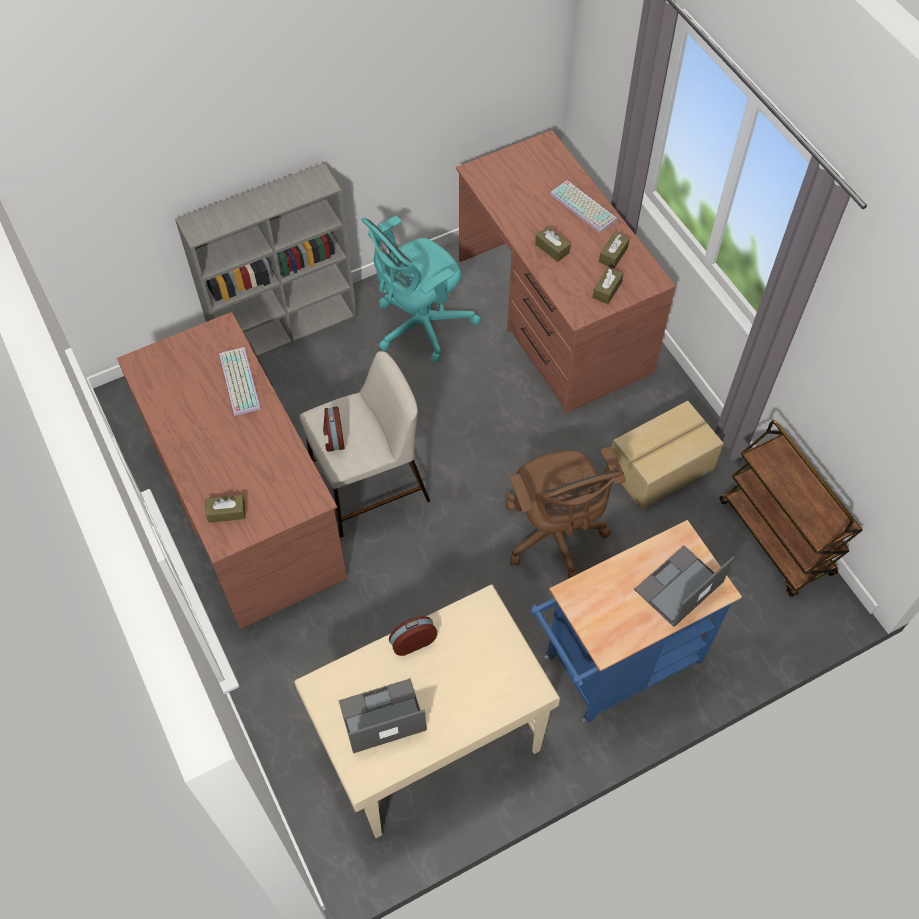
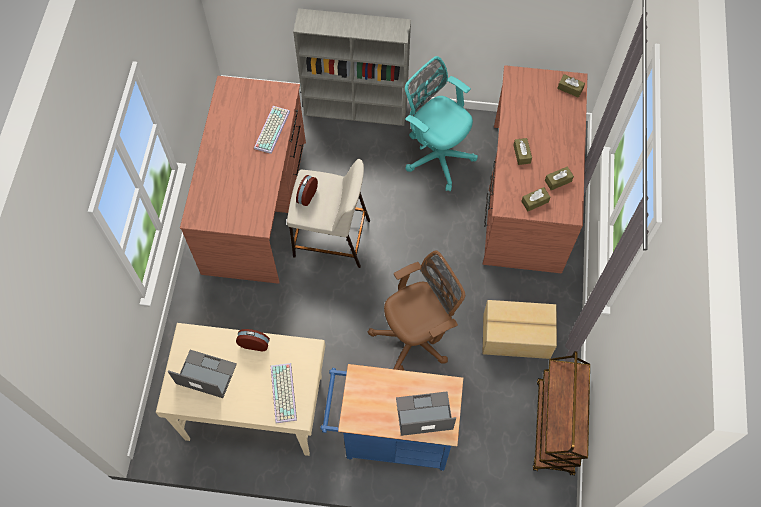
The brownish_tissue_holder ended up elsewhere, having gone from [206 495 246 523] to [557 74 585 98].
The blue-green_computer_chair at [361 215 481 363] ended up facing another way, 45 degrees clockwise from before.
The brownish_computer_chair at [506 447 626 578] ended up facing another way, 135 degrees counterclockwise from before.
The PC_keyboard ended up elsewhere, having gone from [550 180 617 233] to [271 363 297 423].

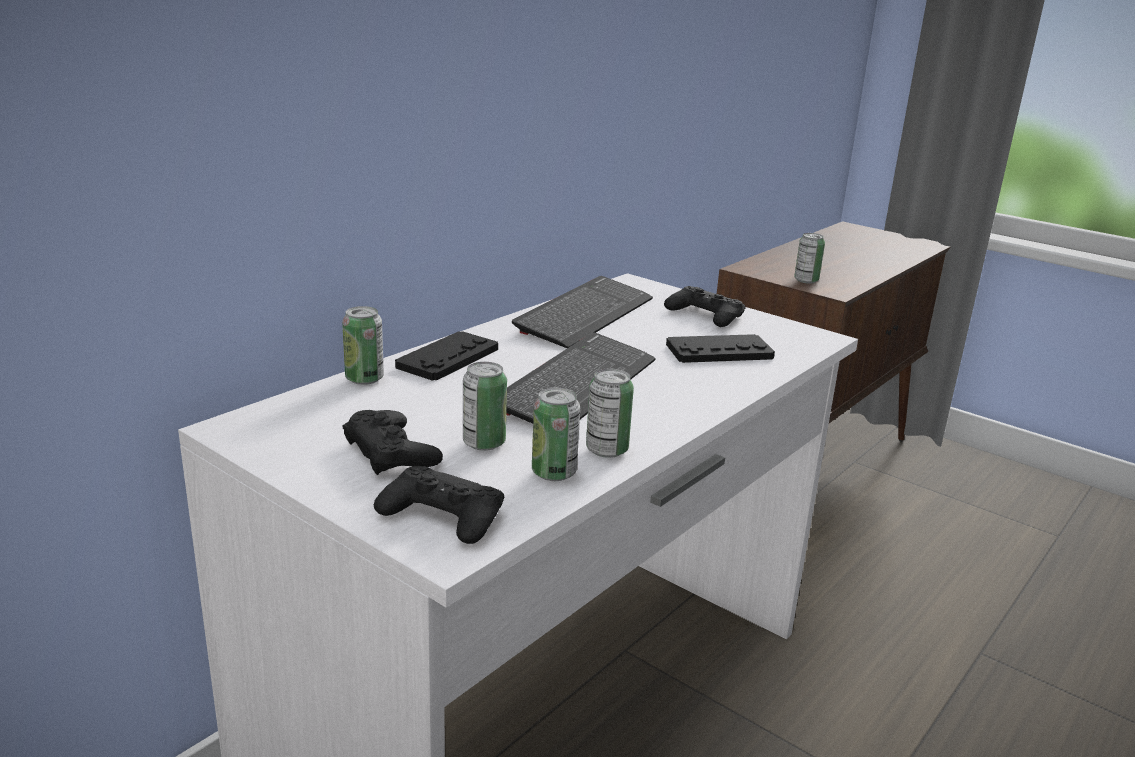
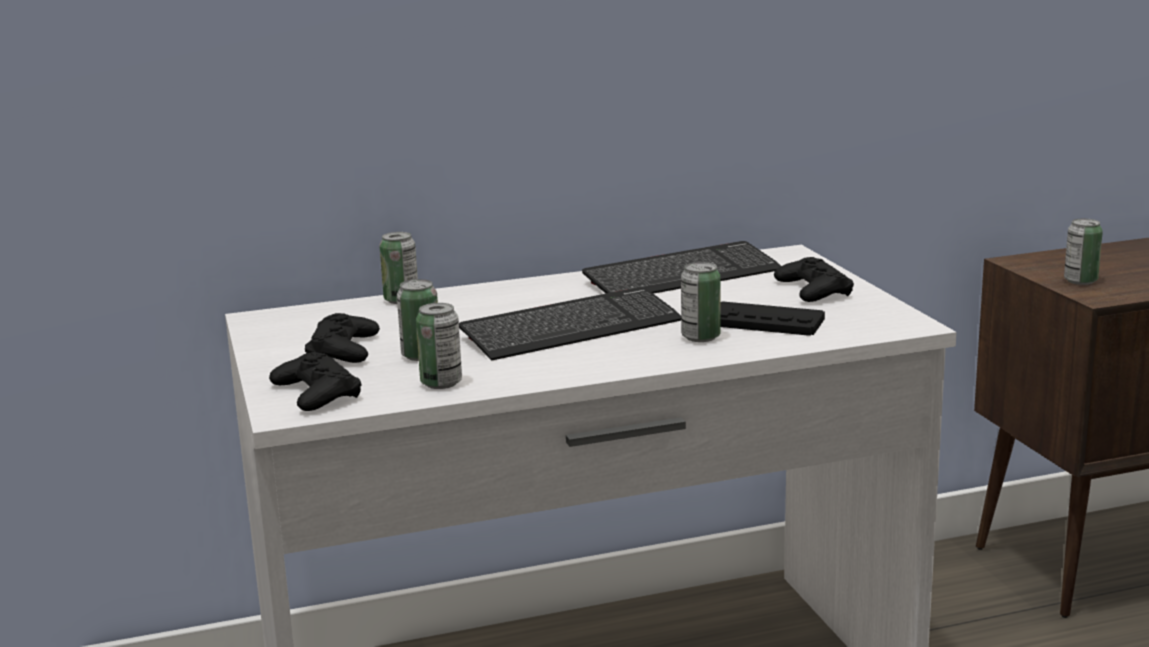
The second view lost the blackish_game_controller at [395 331 498 381].
The metal_can ended up elsewhere, having gone from [586 369 634 458] to [681 262 721 342].

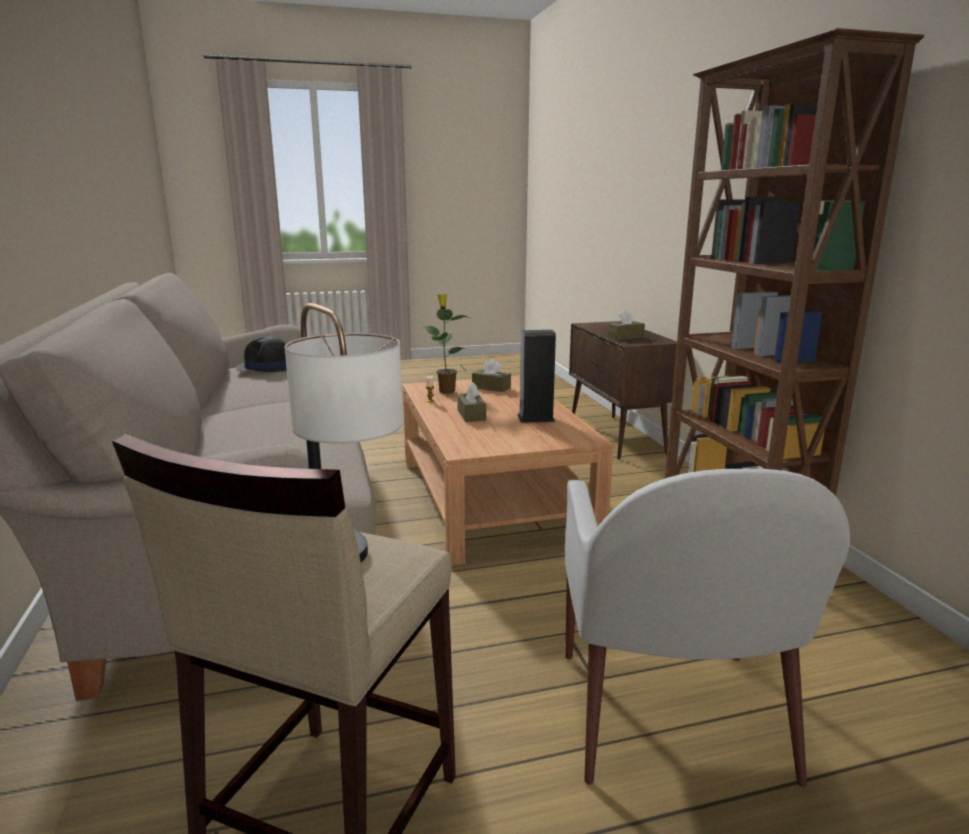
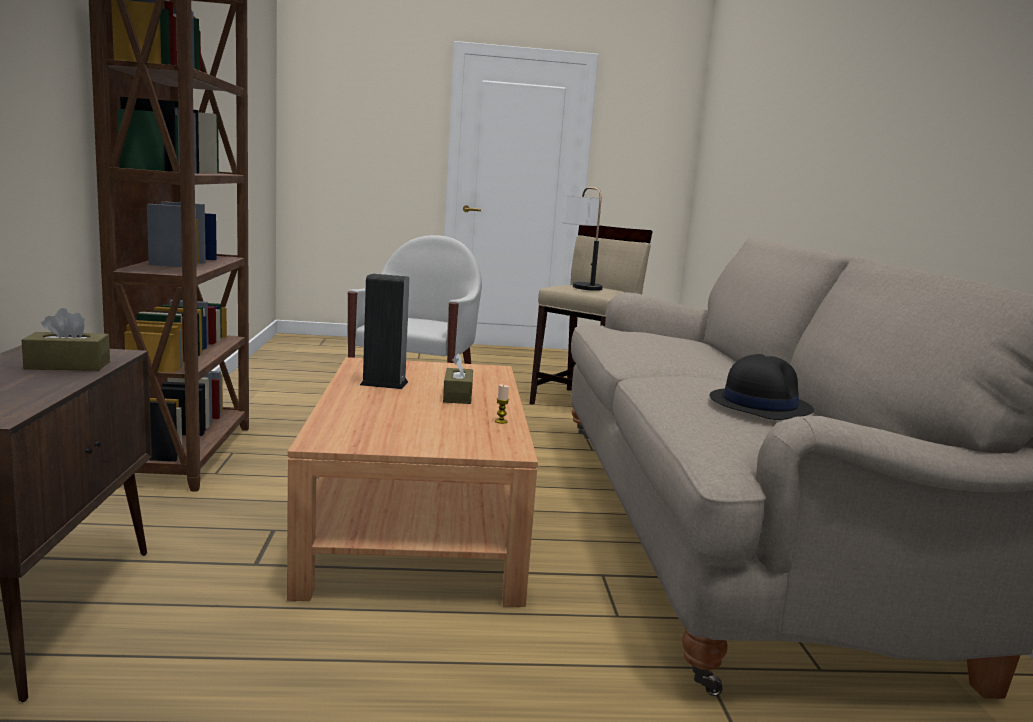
The second view lost the potted_plant at [422 294 469 394].
The second view lost the brownish_tissue_holder at [472 358 511 392].

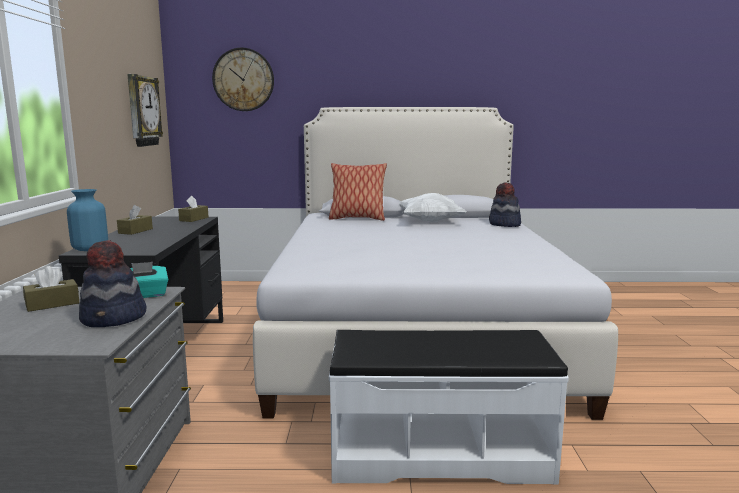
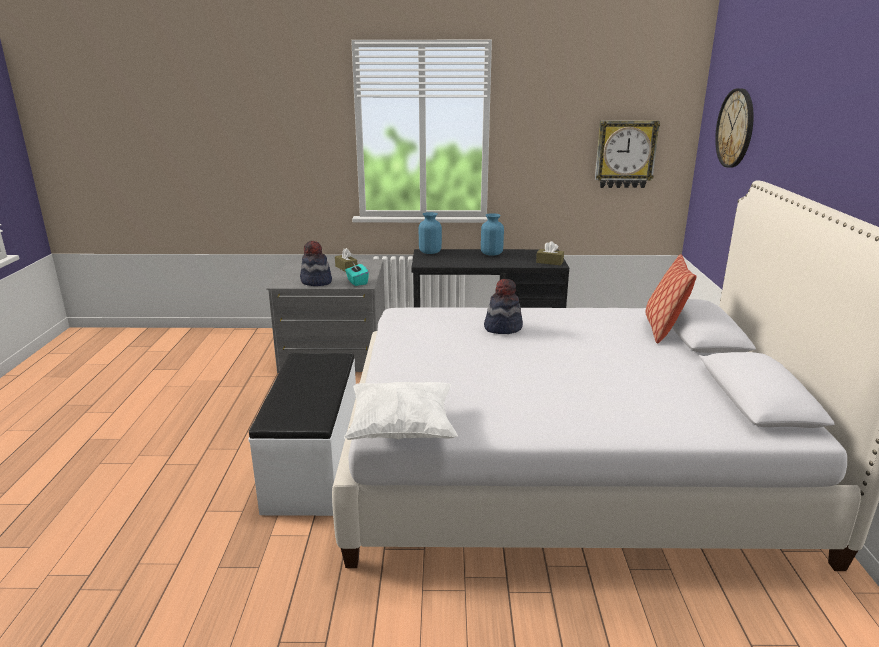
Where the brownish_tissue_holder stood at [117 205 153 235], the blue-coloured_decorative_vase came to stand at [481 213 504 256].
The whitish_throw_pillow ended up elsewhere, having gone from [398 193 467 222] to [344 382 458 440].
The hat ended up elsewhere, having gone from [489 183 521 227] to [484 279 523 334].

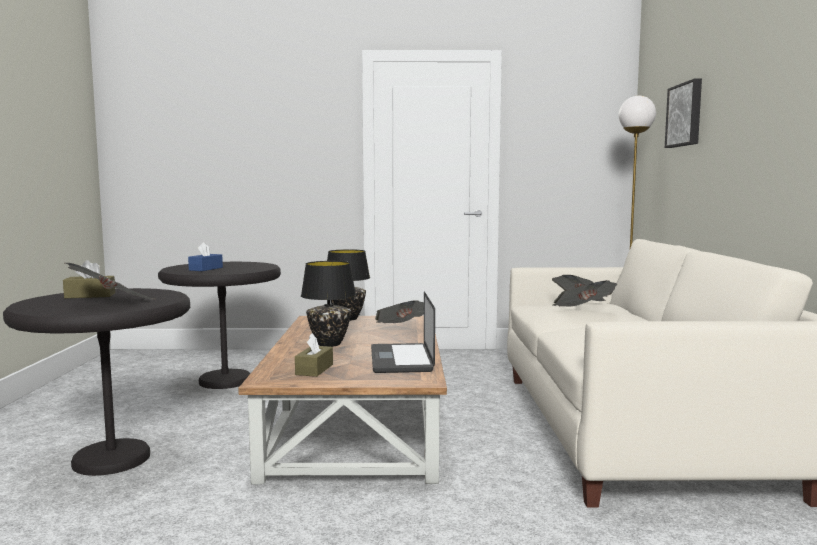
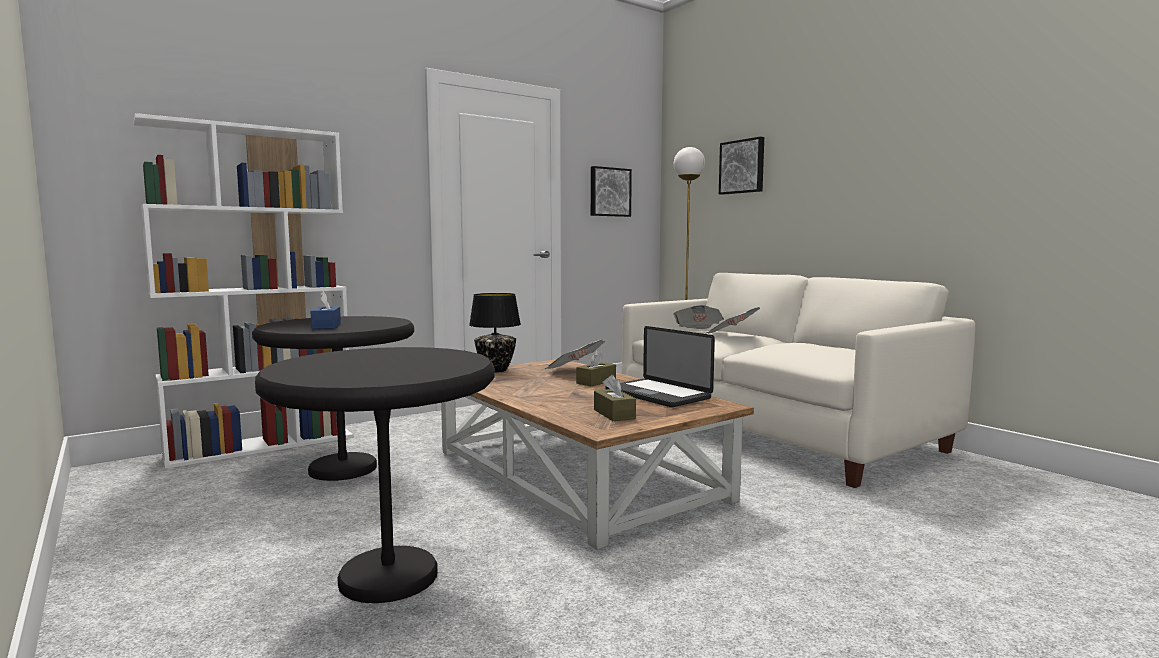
The brownish_tissue_holder ended up elsewhere, having gone from [63 260 115 298] to [576 350 616 386].
The second view lost the newspaper at [65 263 155 300].
The second view lost the blackish_table_lamp at [301 261 356 347].
The second view gained the whitish_bookshelf at [134 113 353 469].
The second view gained the wall_art at [591 166 632 217].

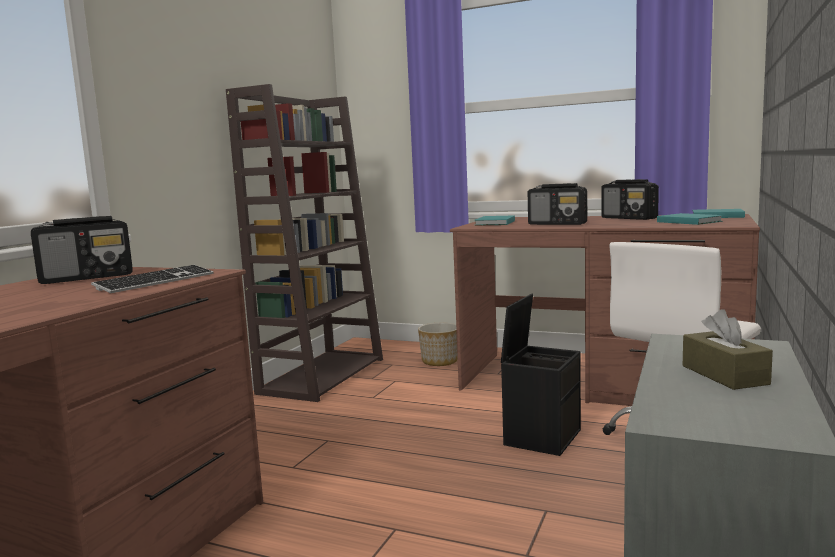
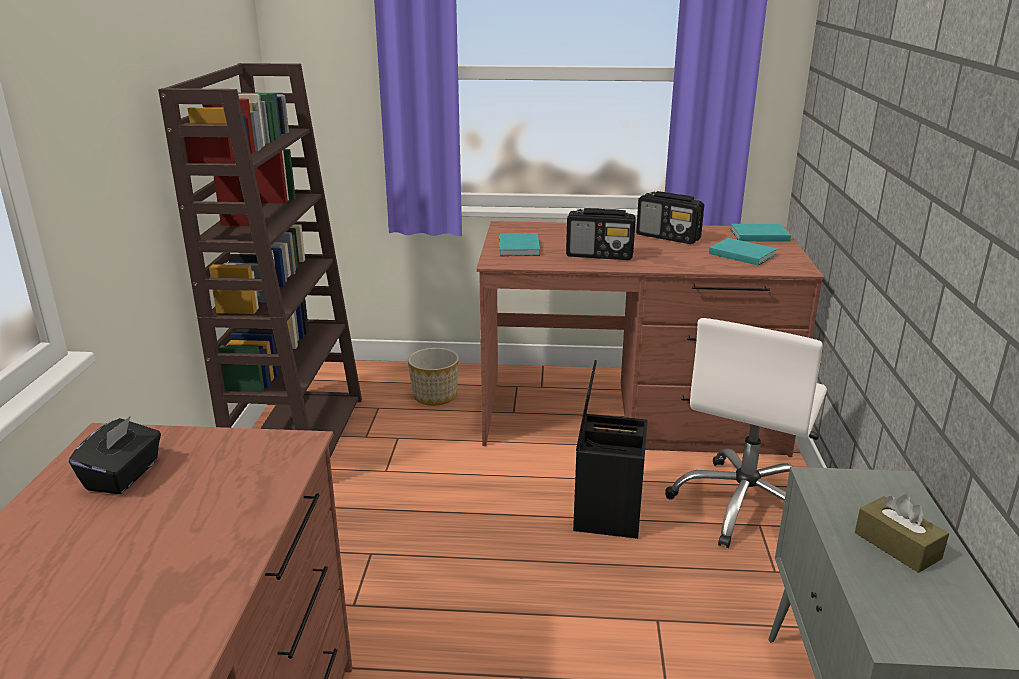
Where the radio stood at [31 216 133 284], the blackish_tissue_holder came to stand at [69 416 161 494].
The second view lost the PC_keyboard at [91 265 214 293].

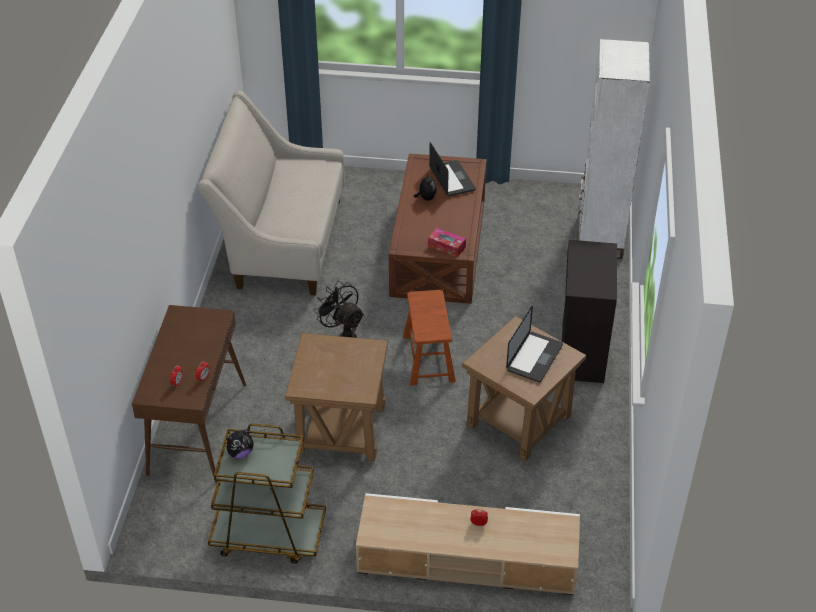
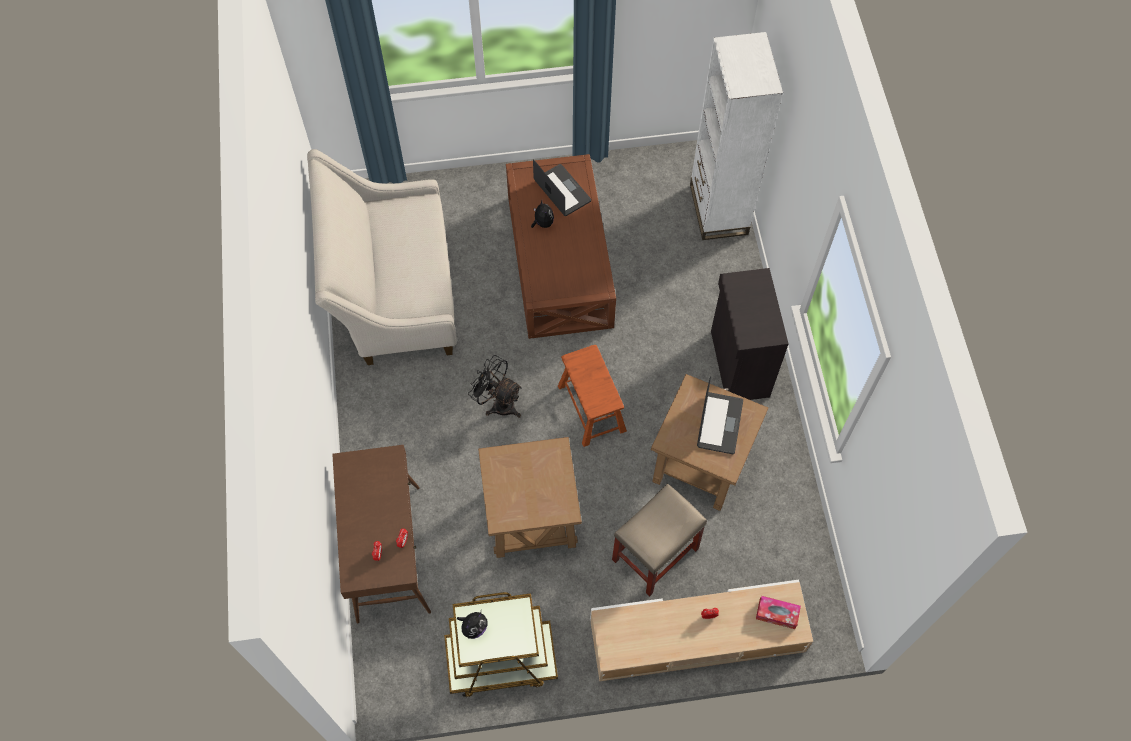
The tissue_holder ended up elsewhere, having gone from [428 228 466 257] to [756 596 801 629].
The second view gained the sand-coloured_sitting_stool at [612 483 707 596].

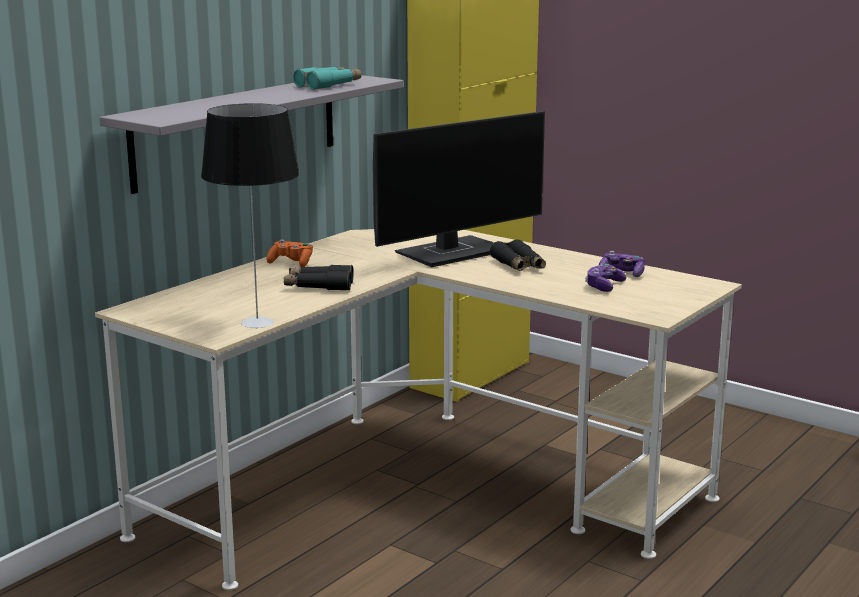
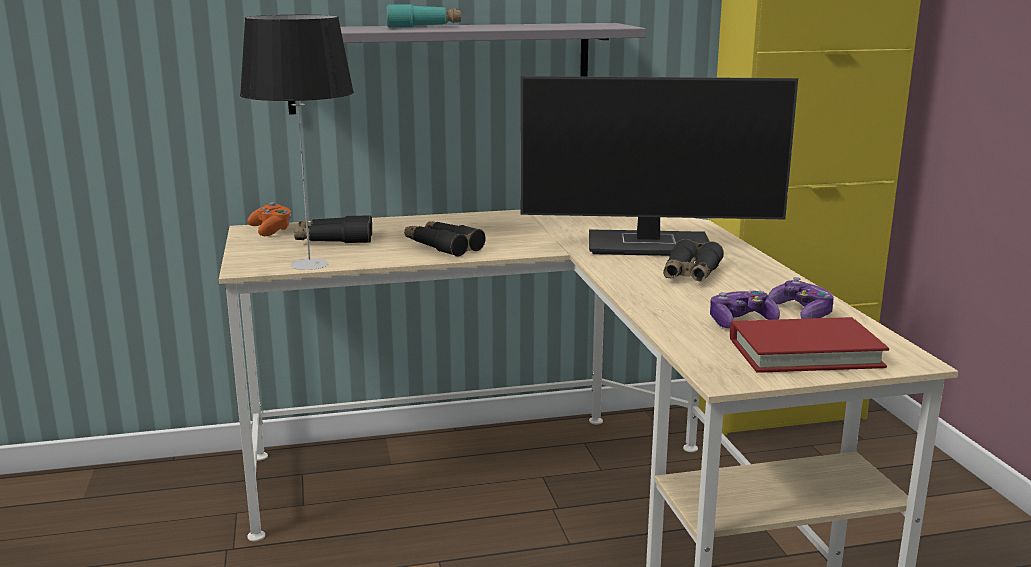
The orange-coloured_game_controller ended up elsewhere, having gone from [266 239 313 267] to [248 202 292 236].
The blue-green_binoculars ended up elsewhere, having gone from [293 67 362 90] to [387 4 461 27].
The second view gained the blackish_binoculars at [294 215 372 243].
The second view gained the reddish_bound_book at [730 317 889 373].

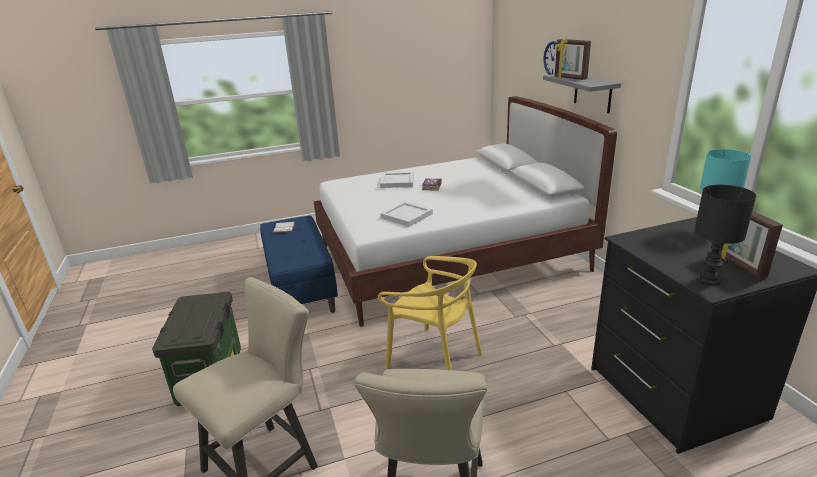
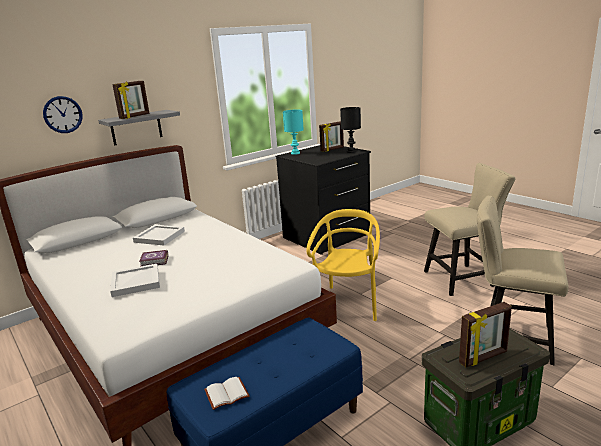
The whitish_carrying_tray ended up elsewhere, having gone from [380 201 433 227] to [133 225 185 246].
The second view gained the photo_frame at [459 302 512 367].

